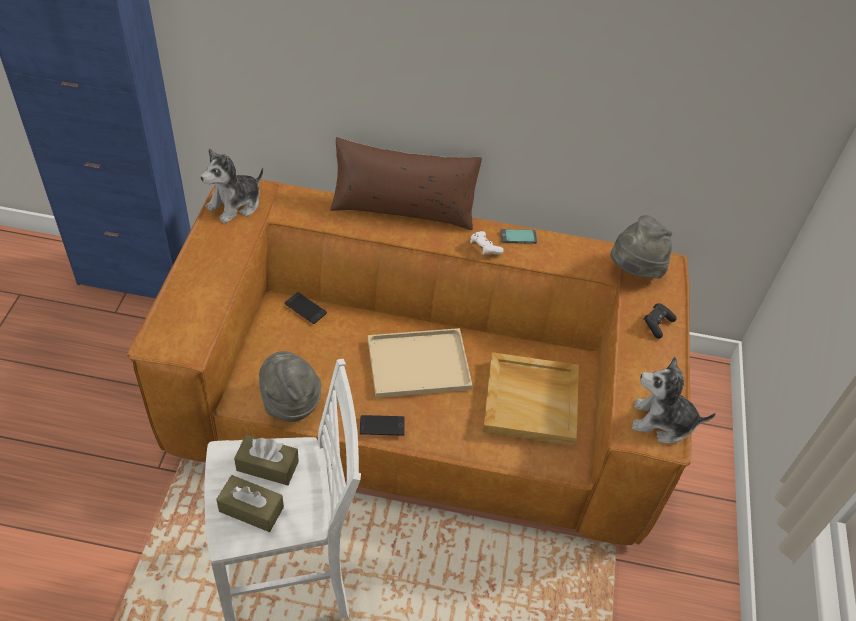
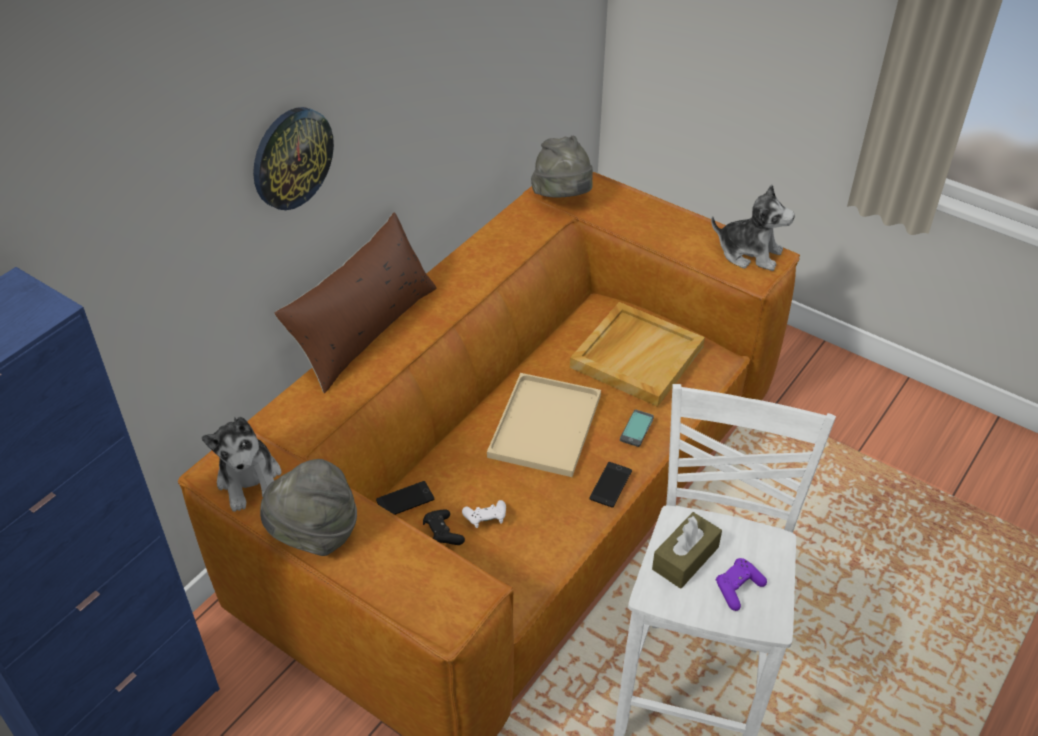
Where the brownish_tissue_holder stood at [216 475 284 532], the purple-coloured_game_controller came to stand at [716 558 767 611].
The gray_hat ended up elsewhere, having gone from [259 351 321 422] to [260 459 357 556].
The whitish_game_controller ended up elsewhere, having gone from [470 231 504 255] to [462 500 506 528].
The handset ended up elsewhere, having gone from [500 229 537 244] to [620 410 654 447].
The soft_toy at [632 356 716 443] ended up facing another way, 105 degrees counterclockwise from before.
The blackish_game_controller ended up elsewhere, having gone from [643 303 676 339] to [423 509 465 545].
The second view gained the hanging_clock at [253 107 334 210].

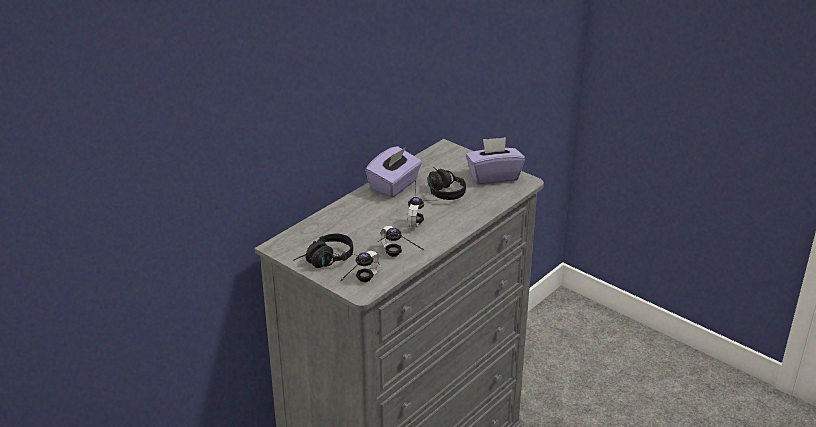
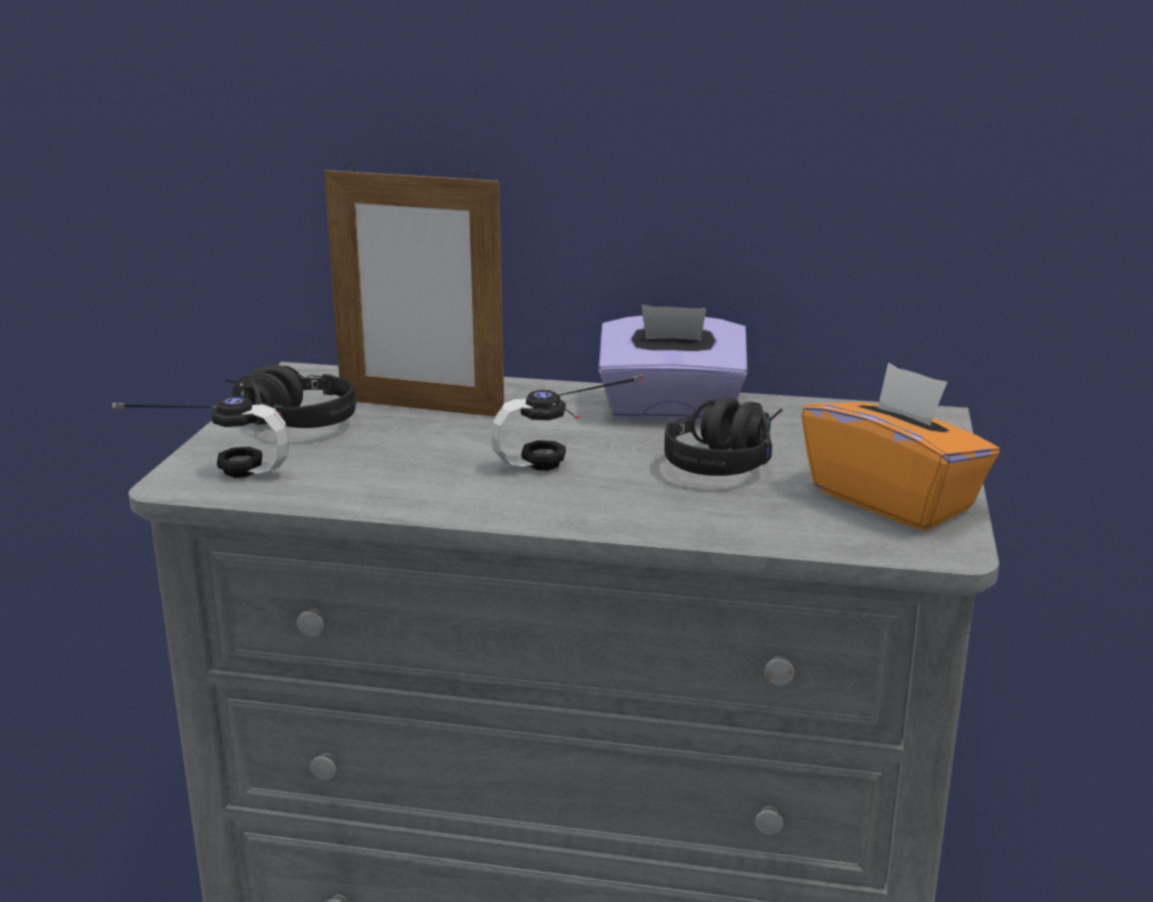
The second view lost the headphones at [377 226 424 257].
What was the purple-coloured_tissue_holder at [466 137 525 185] turned into the orange-coloured_tissue_holder at [801 362 1000 531].
The second view gained the photo_frame at [324 163 504 417].

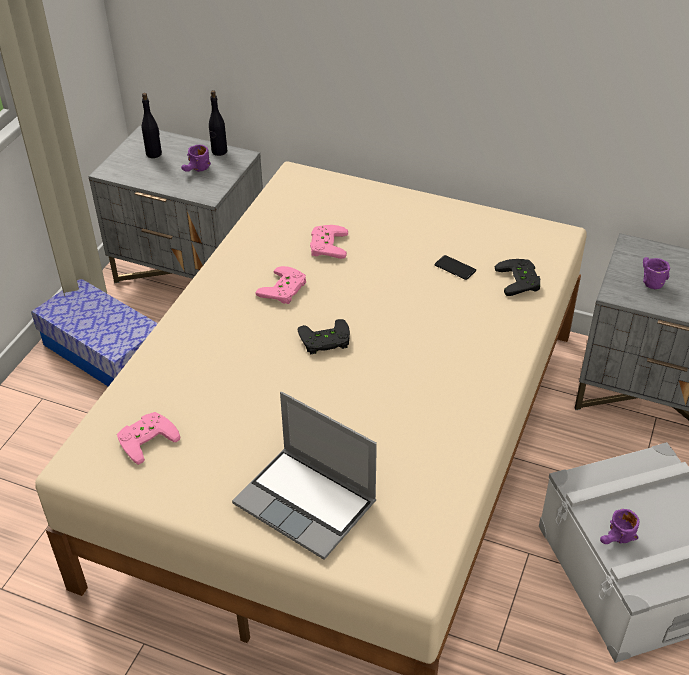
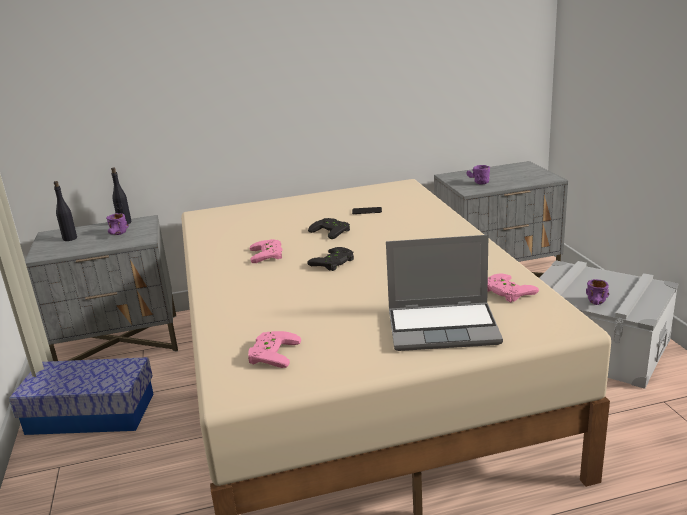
The pink_game_controller ended up elsewhere, having gone from [310 225 348 259] to [488 273 539 302].
The blackish_game_controller ended up elsewhere, having gone from [495 259 540 296] to [308 218 350 239].

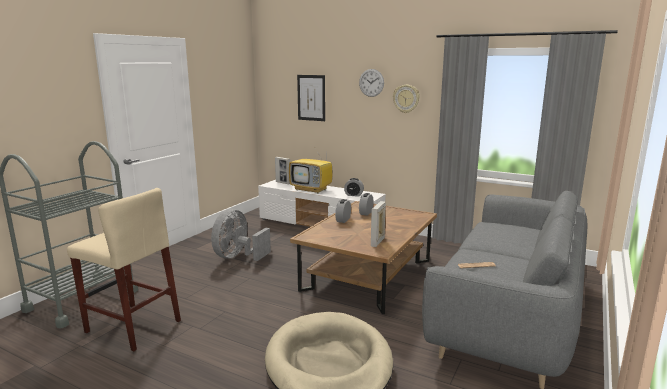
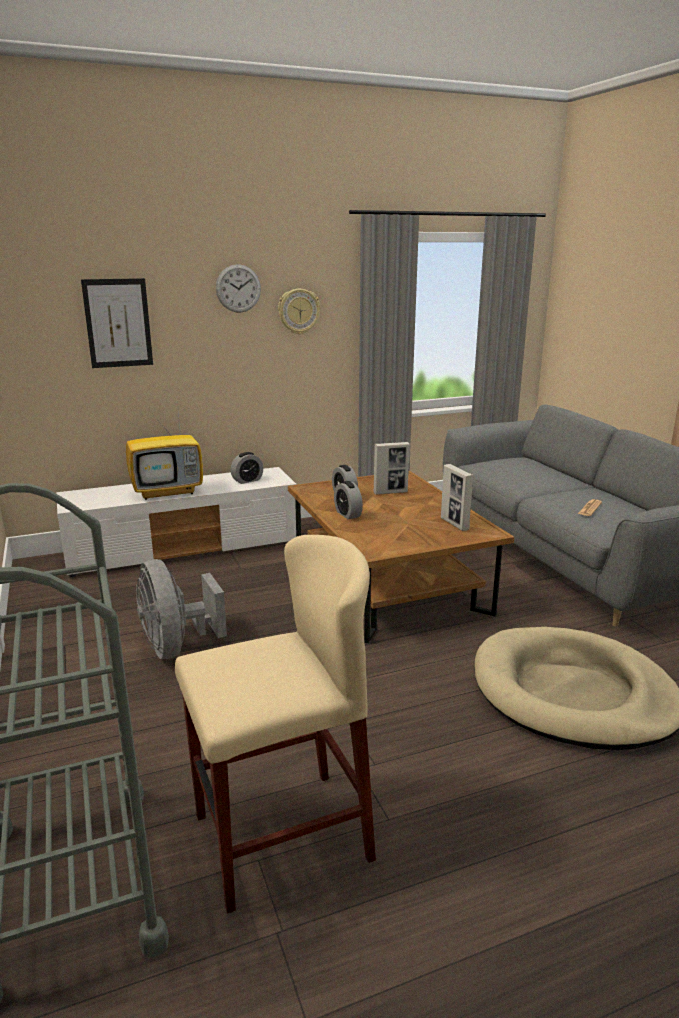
The photo_frame ended up elsewhere, having gone from [275 157 290 184] to [374 442 410 495].

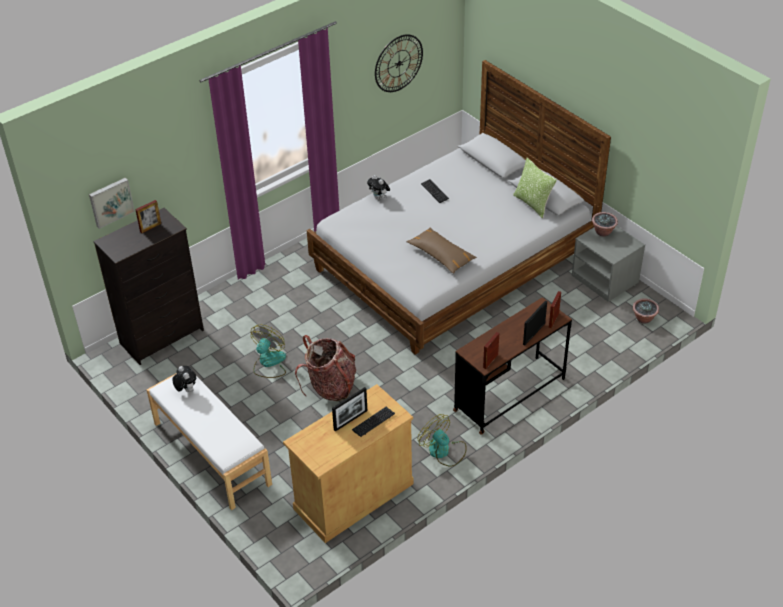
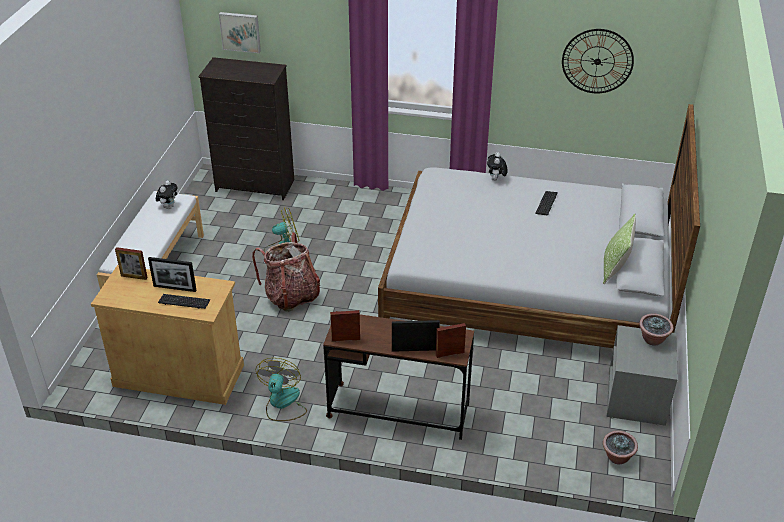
The photo_frame ended up elsewhere, having gone from [135 200 161 233] to [115 247 148 280].
The second view lost the brownish_throw_pillow at [406 227 477 274].

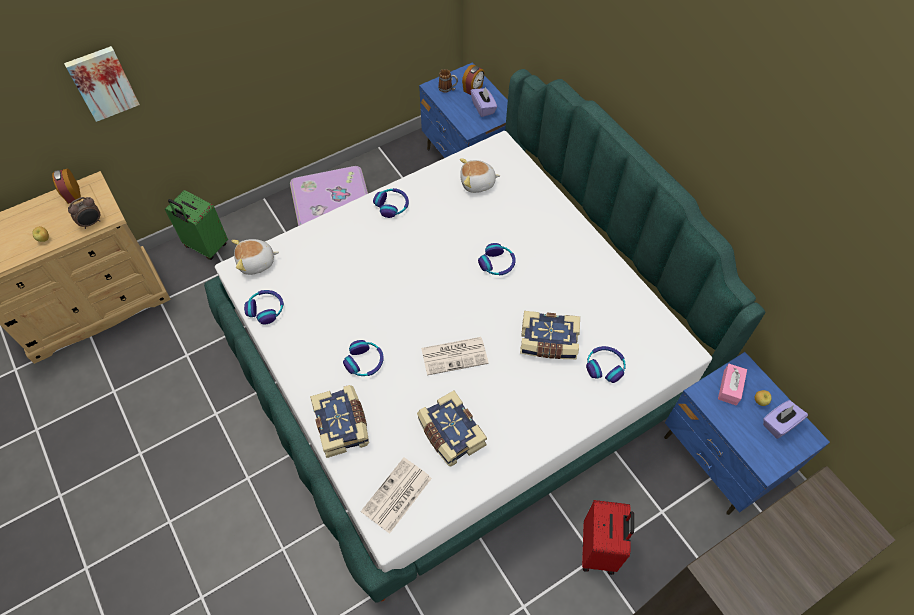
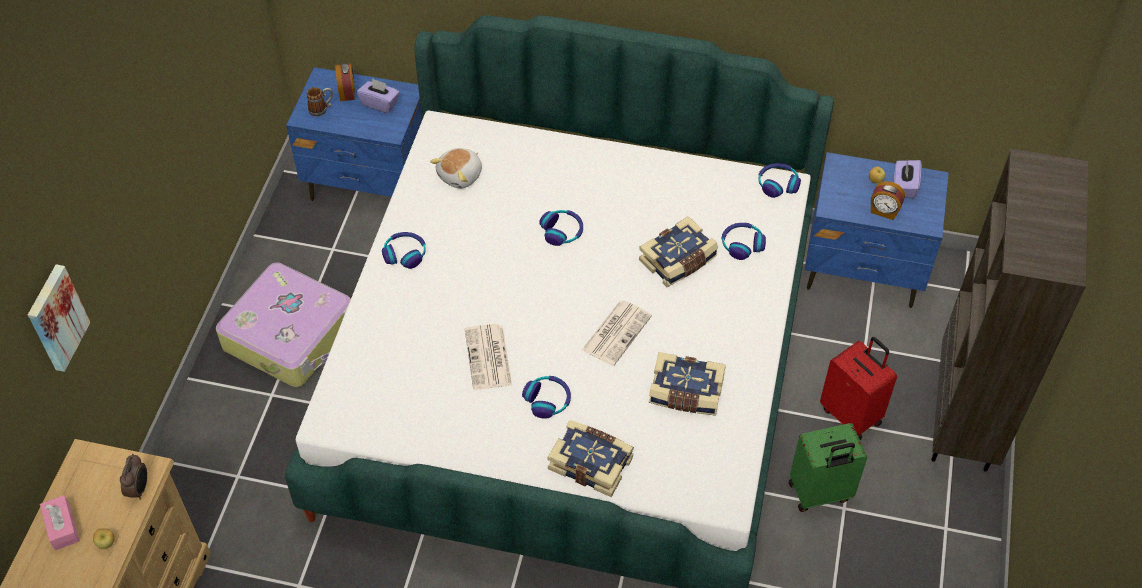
The bedside_clock ended up elsewhere, having gone from [52 168 81 204] to [871 181 905 220].
The greenish_piece_of_luggage ended up elsewhere, having gone from [165 190 228 260] to [789 423 867 512].
The second view lost the soft_toy at [231 239 279 275].
The headphones ended up elsewhere, having gone from [244 290 284 325] to [759 163 801 198].
The newspaper ended up elsewhere, having gone from [361 458 432 534] to [465 324 512 390].
The pink_tissue_holder ended up elsewhere, having gone from [718 364 747 405] to [40 495 79 550].

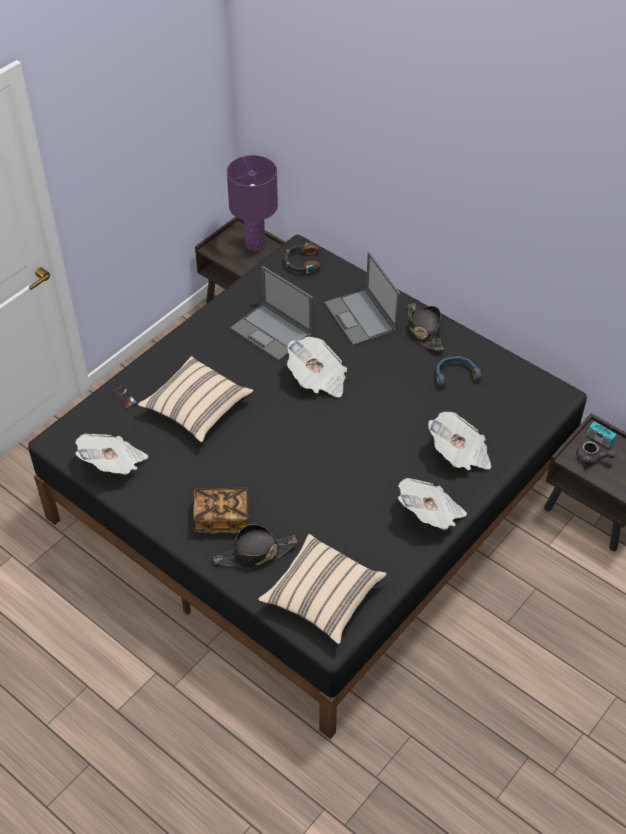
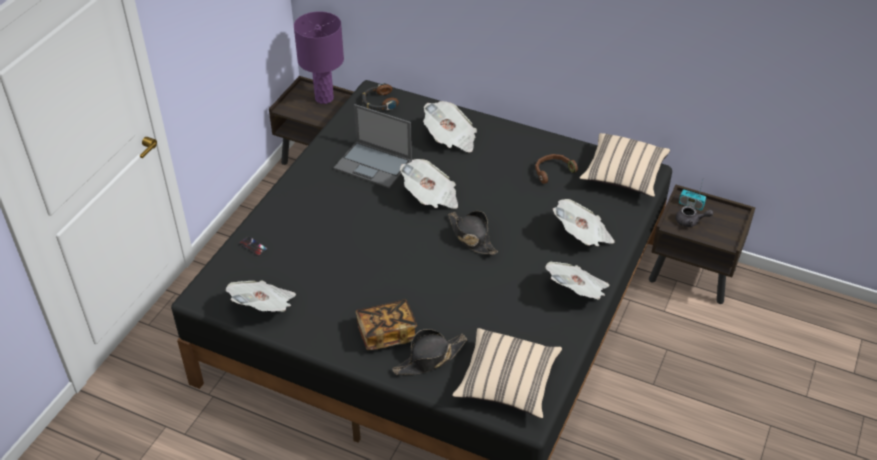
The sand-coloured_throw_pillow ended up elsewhere, having gone from [138 356 253 443] to [579 133 670 197].
Where the portable_computer stood at [324 252 400 346], the newspaper came to stand at [423 101 477 153].
The blackish_hat ended up elsewhere, having gone from [408 303 444 351] to [448 211 498 255].
What was the blue-coloured_headphones at [437 356 481 387] turned into the brownish_headphones at [535 154 578 184].

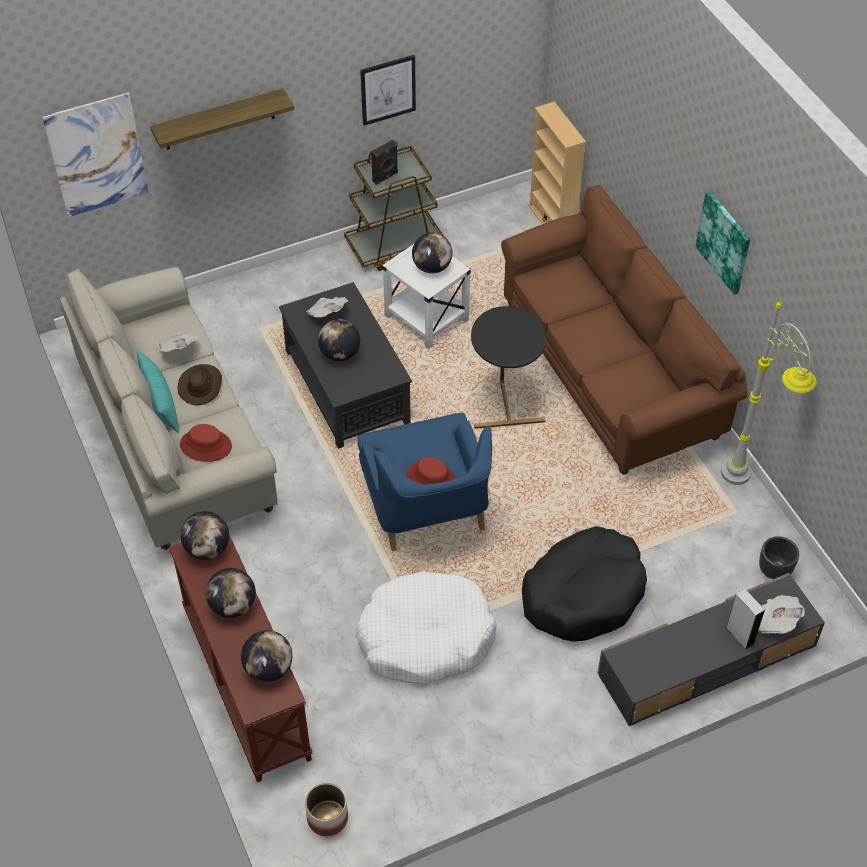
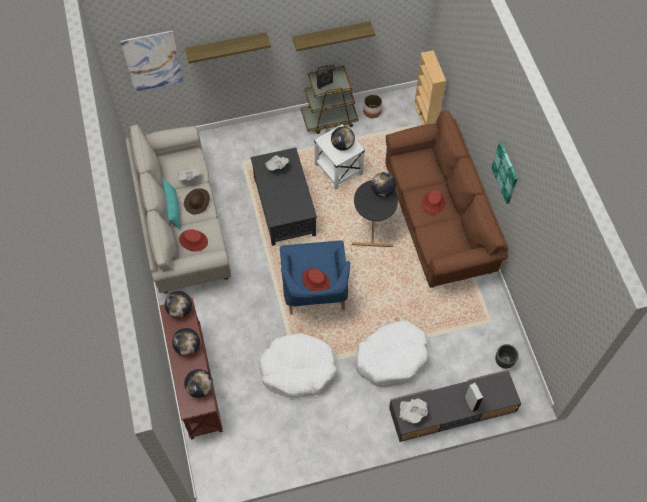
The planter ended up elsewhere, having gone from [305 783 348 836] to [363 94 382 118].
The world_globe ended up elsewhere, having gone from [318 319 360 362] to [371 172 396 197].
Where the wall_art hung at [360 55 416 126], the shelf came to hang at [292 21 375 51].
What was the blackish_pet_bed at [522 526 647 642] turned into the whitish_pet_bed at [355 320 427 387].
The second view lost the gray_floor_lamp at [721 299 816 485].
The newspaper ended up elsewhere, having gone from [758 595 805 634] to [399 398 428 423].
The second view gained the reddish_hat at [422 190 445 215].

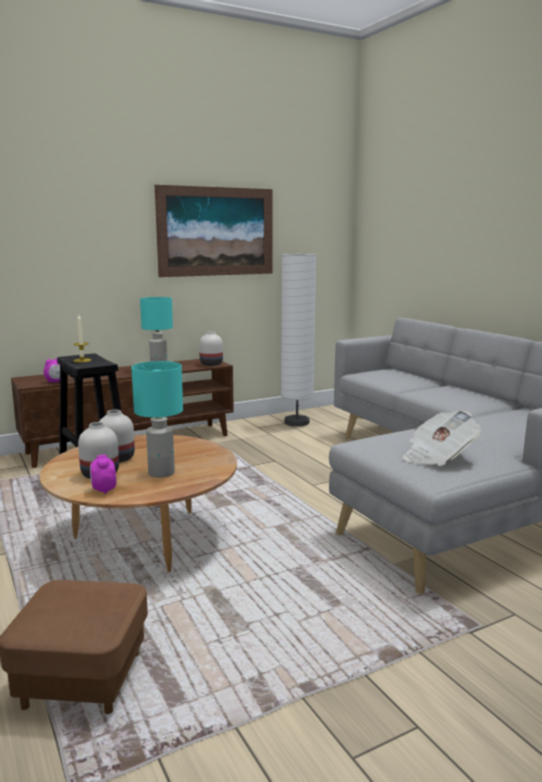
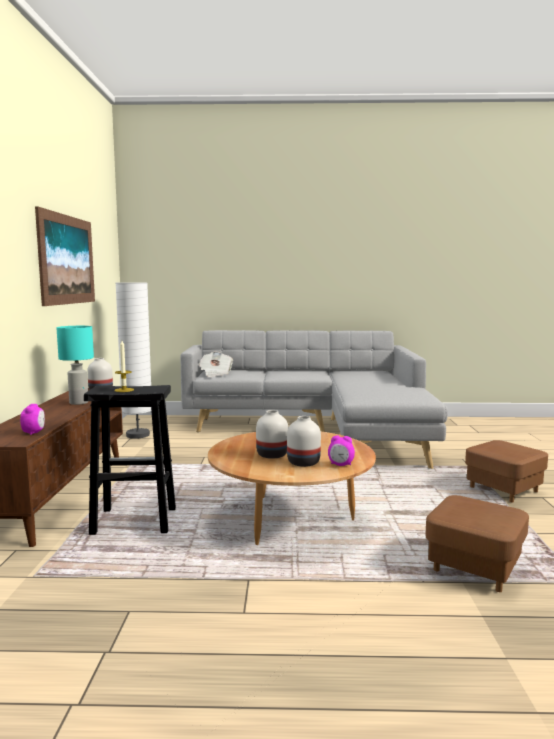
The second view lost the blue-green_table_lamp at [132 361 183 478].
The newspaper ended up elsewhere, having gone from [403 410 481 466] to [199 352 233 377].
The second view gained the brownish_ottoman at [465 440 548 502].

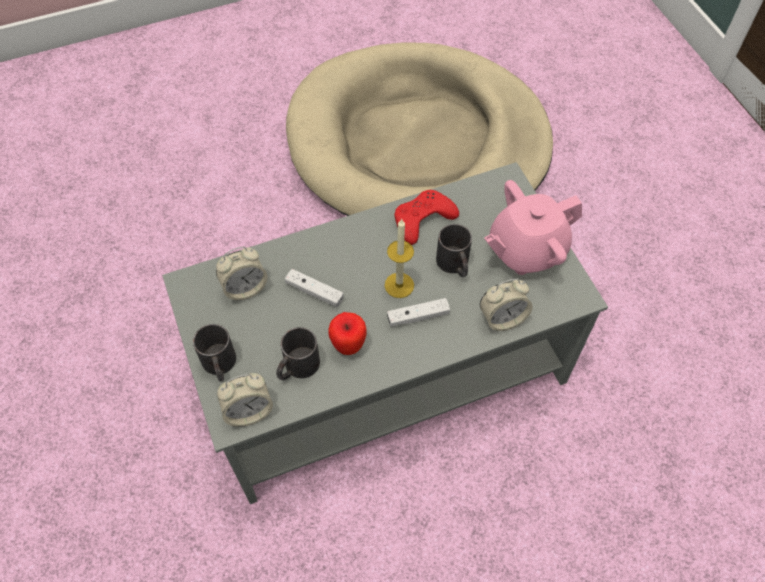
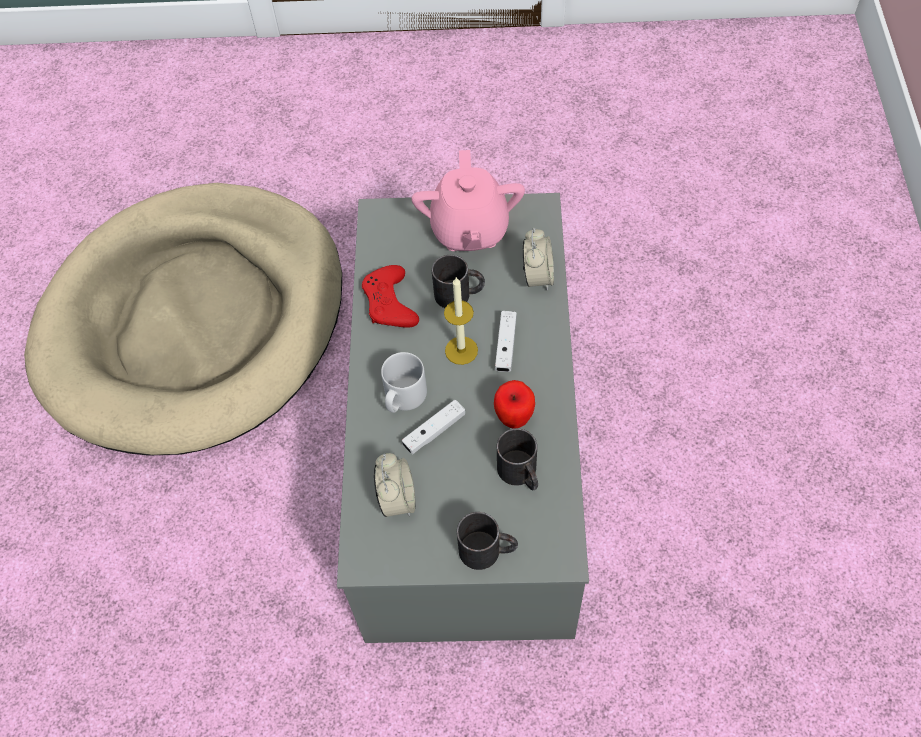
The second view lost the bedside_clock at [217 373 273 427].
The second view gained the gray_tea_mug at [381 352 427 413].

